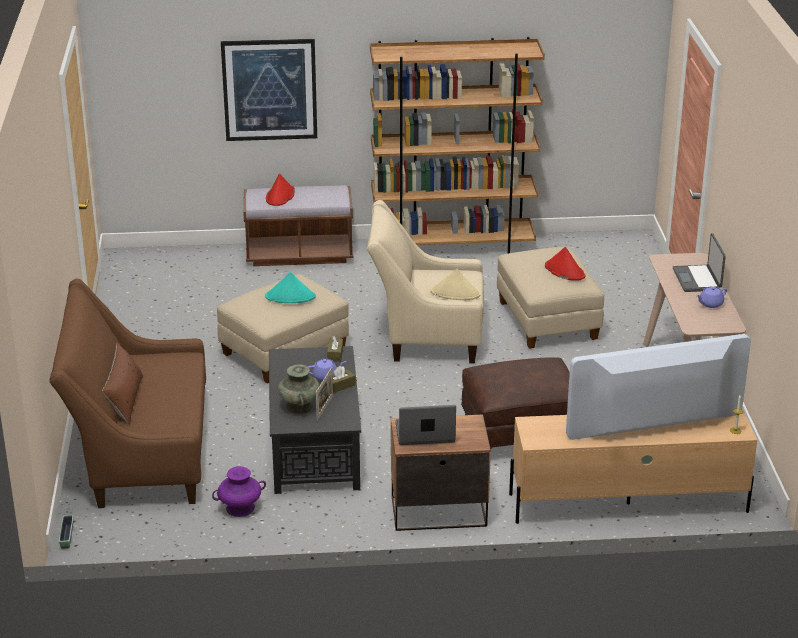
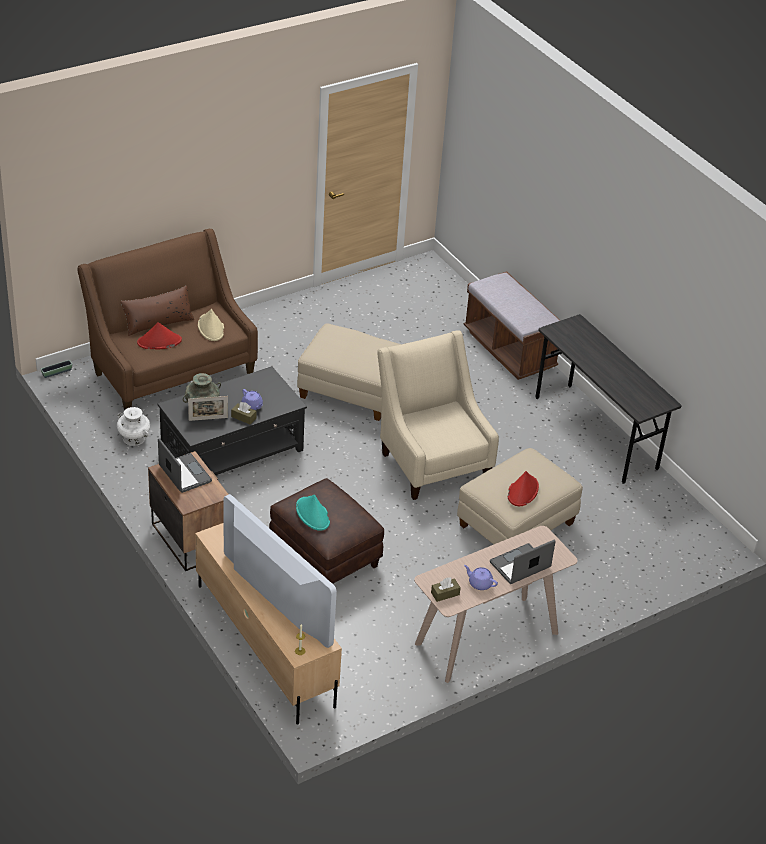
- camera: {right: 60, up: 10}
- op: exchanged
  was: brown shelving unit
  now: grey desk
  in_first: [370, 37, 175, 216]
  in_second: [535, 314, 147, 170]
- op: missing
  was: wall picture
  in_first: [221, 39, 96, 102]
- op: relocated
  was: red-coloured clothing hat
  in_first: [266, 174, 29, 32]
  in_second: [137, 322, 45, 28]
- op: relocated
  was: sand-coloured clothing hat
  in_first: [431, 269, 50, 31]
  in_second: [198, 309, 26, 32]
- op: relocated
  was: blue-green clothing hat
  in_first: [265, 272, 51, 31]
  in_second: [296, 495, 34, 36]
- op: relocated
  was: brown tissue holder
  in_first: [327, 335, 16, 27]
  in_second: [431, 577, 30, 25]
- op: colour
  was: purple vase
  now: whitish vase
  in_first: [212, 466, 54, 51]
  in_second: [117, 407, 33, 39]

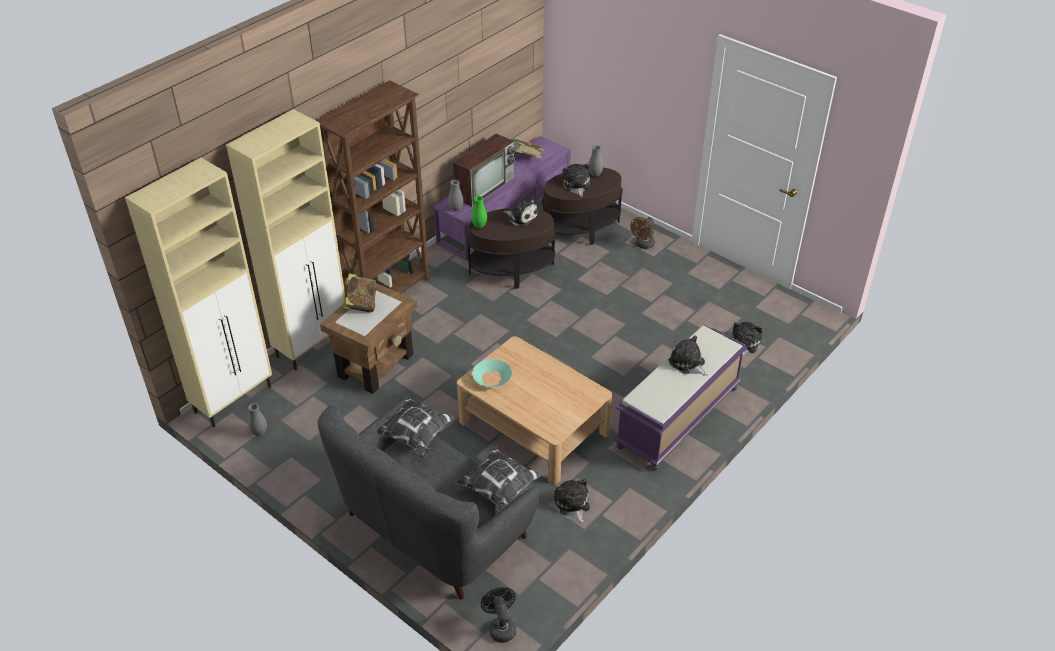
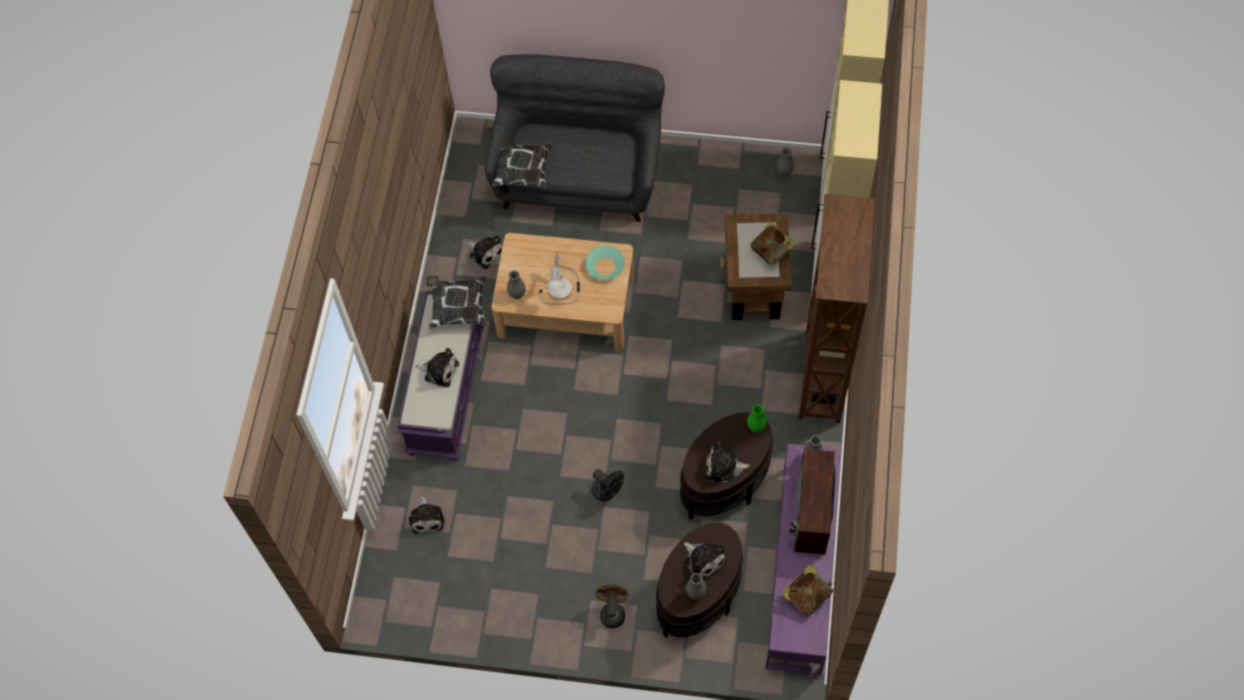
- camera: {right: 150, up: 20}
- op: relocated
  was: cushion
  in_first: [377, 396, 78, 62]
  in_second: [426, 276, 61, 53]
- op: relocated
  was: black electric fan
  in_first: [481, 587, 35, 56]
  in_second: [591, 469, 33, 33]
- op: appeared
  now: lamp for a table
  in_second: [539, 251, 41, 54]
- op: appeared
  now: grey vase
  in_second: [507, 270, 19, 29]

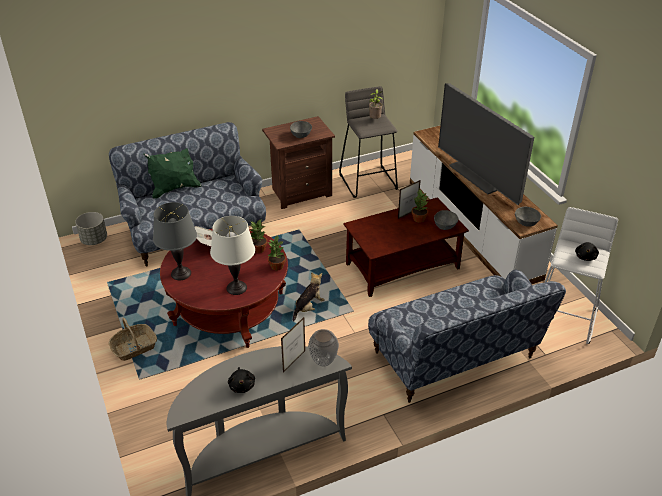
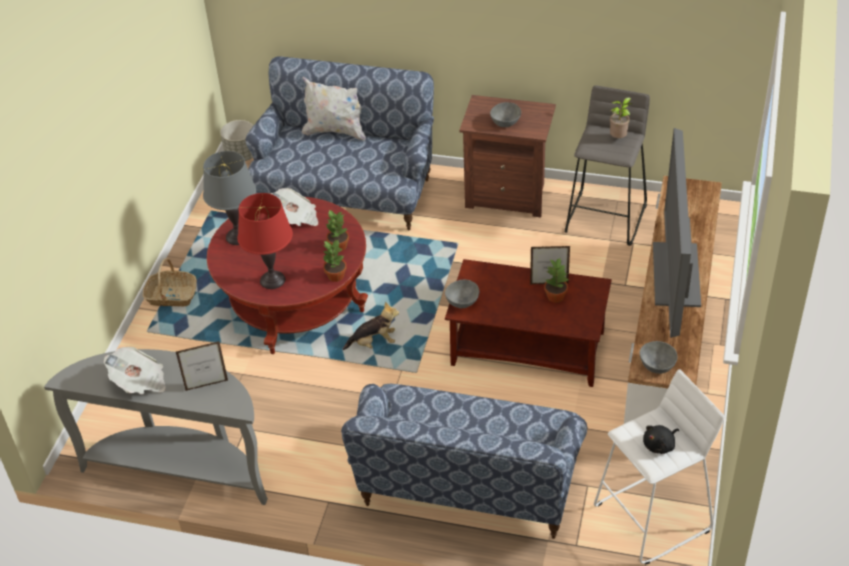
- camera: {right: 40, up: 5}
- op: colour
  was: greenish cushion
  now: whitish cushion
  in_first: [143, 148, 58, 51]
  in_second: [302, 77, 64, 64]
- op: relocated
  was: grey deep dish
  in_first: [434, 210, 24, 20]
  in_second: [445, 280, 34, 28]
- op: colour
  was: whitish lamp for a table
  now: red-coloured lamp for a table
  in_first: [210, 216, 45, 79]
  in_second: [237, 193, 56, 96]
- op: missing
  was: vase
  in_first: [308, 329, 31, 37]
- op: exchanged
  was: black soft toy
  now: printed paper
  in_first: [228, 367, 27, 26]
  in_second: [104, 347, 62, 47]

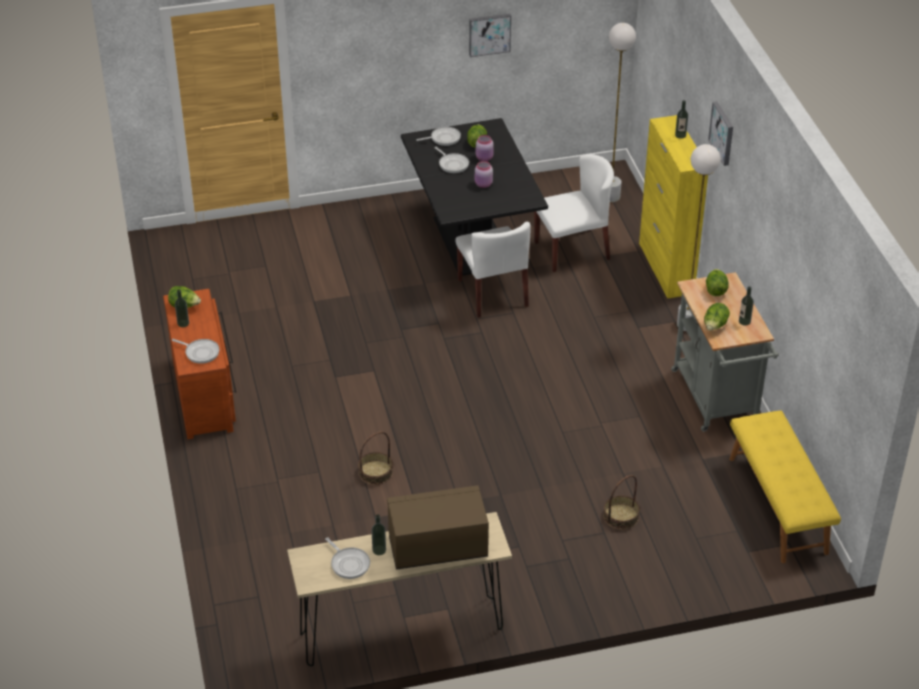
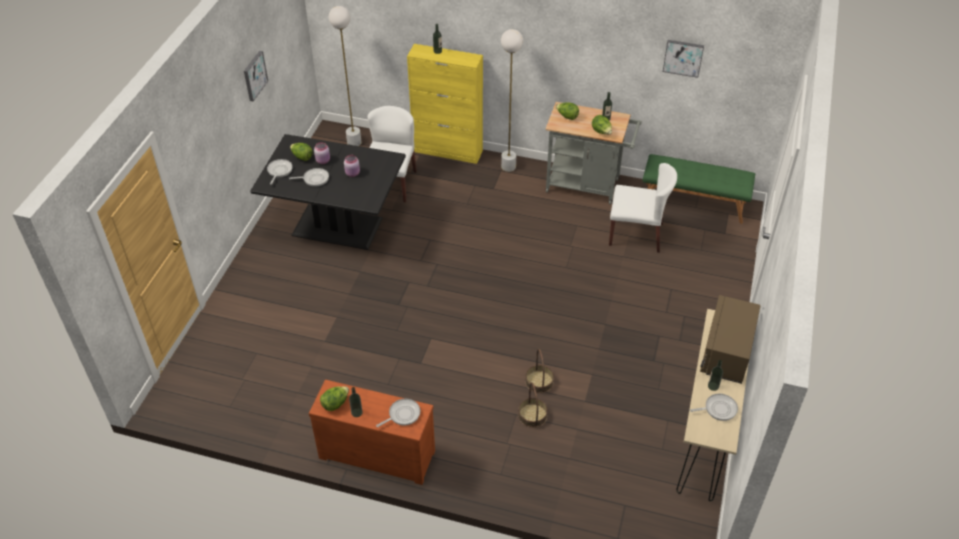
- camera: {right: -60, up: 5}
- op: relocated
  was: wall picture
  in_first: [708, 101, 25, 65]
  in_second: [663, 40, 41, 38]
- op: relocated
  was: whitish chair
  in_first: [455, 222, 75, 96]
  in_second: [609, 163, 68, 90]
- op: colour
  was: yellowish indoor bench
  now: greenish indoor bench
  in_first: [729, 410, 112, 153]
  in_second: [643, 154, 112, 70]
- op: relocated
  was: household basket
  in_first: [603, 475, 37, 55]
  in_second: [518, 382, 30, 46]

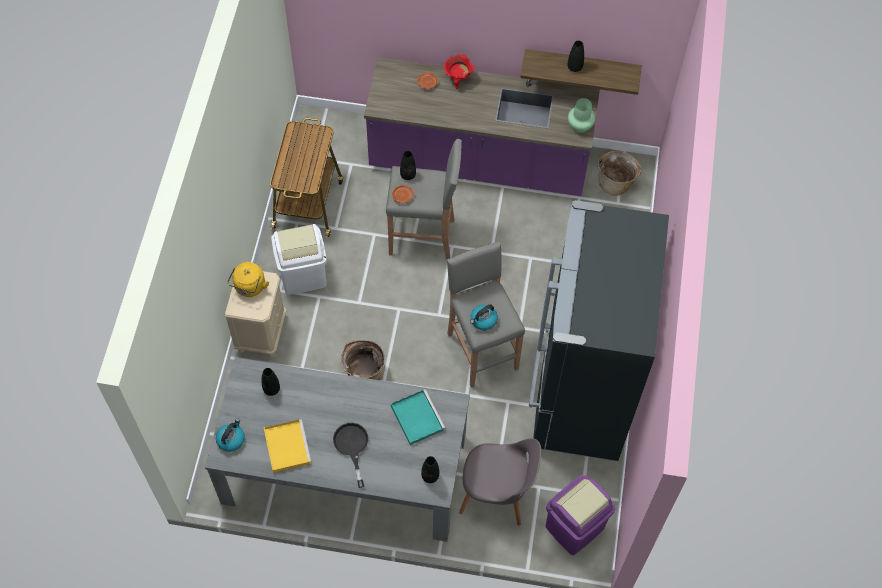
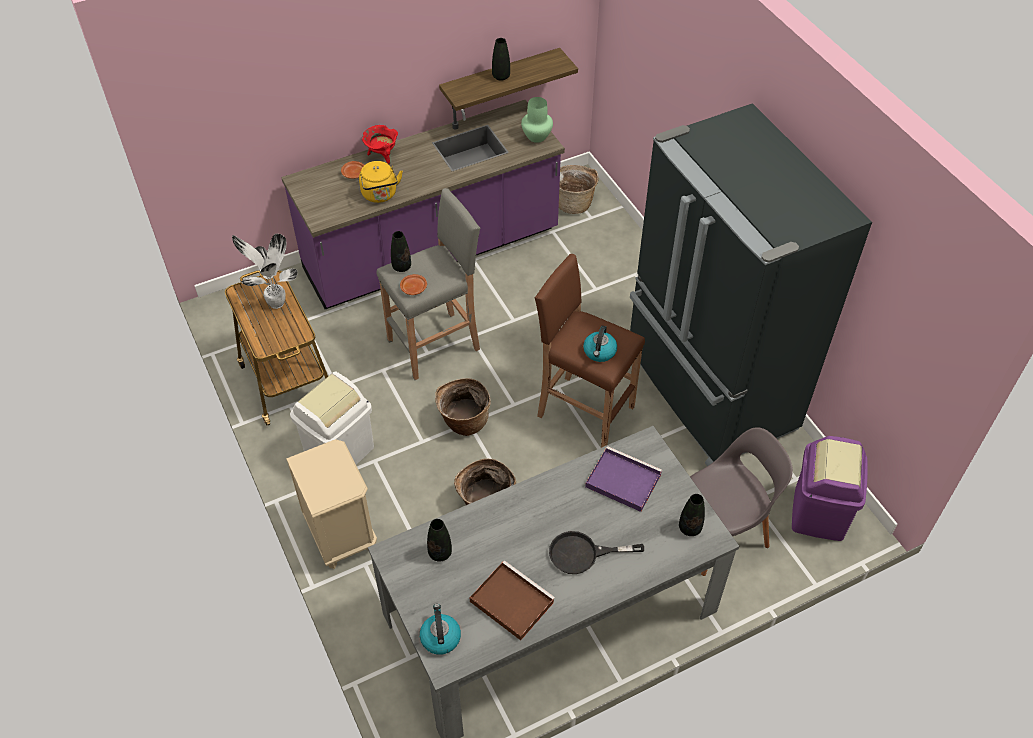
- camera: {right: -35, up: -10}
- op: colour
  was: grey stool
  now: brown stool
  in_first: [447, 241, 78, 146]
  in_second: [535, 254, 110, 194]
- op: relocated
  was: yellowish water kettle
  in_first: [227, 262, 42, 35]
  in_second: [359, 161, 44, 42]
- op: colour
  was: blue-green carrying tray
  now: purple carrying tray
  in_first: [391, 389, 54, 56]
  in_second: [585, 446, 77, 66]
- op: colour
  was: yellowish carrying tray
  now: brown carrying tray
  in_first: [264, 419, 47, 54]
  in_second: [470, 561, 85, 79]
- op: spun
  was: black frying pan
  in_first: [333, 423, 35, 65]
  in_second: [549, 531, 95, 43]
  clockwise: -45
- op: appeared
  now: houseplant
  in_second: [232, 234, 66, 75]
- op: appeared
  now: household basket
  in_second: [435, 378, 56, 58]

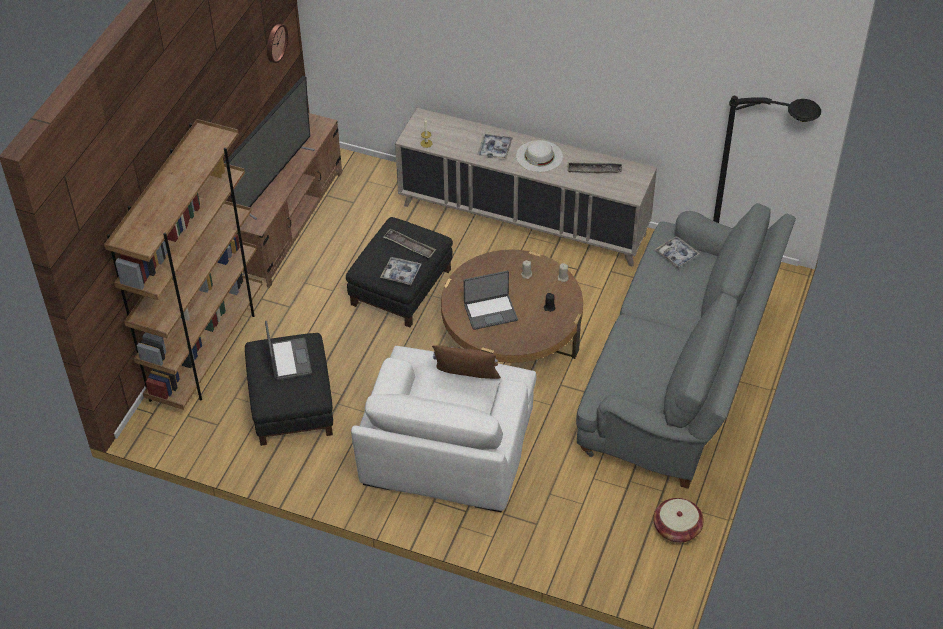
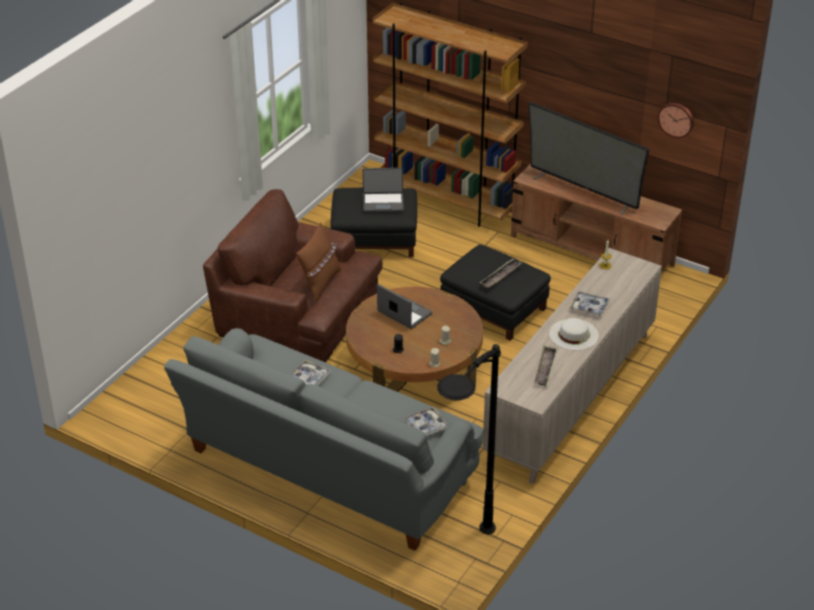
- camera: {right: 100, up: -10}
- op: relocated
  was: carrying tray
  in_first: [380, 257, 42, 28]
  in_second: [290, 360, 41, 25]
- op: spun
  was: laptop
  in_first: [464, 271, 54, 59]
  in_second: [377, 284, 55, 45]
  clockwise: 135
- op: colour
  was: whitish easy chair
  now: brown easy chair
  in_first: [351, 346, 185, 167]
  in_second: [203, 189, 180, 173]
- op: missing
  was: household basket
  in_first: [653, 498, 51, 45]

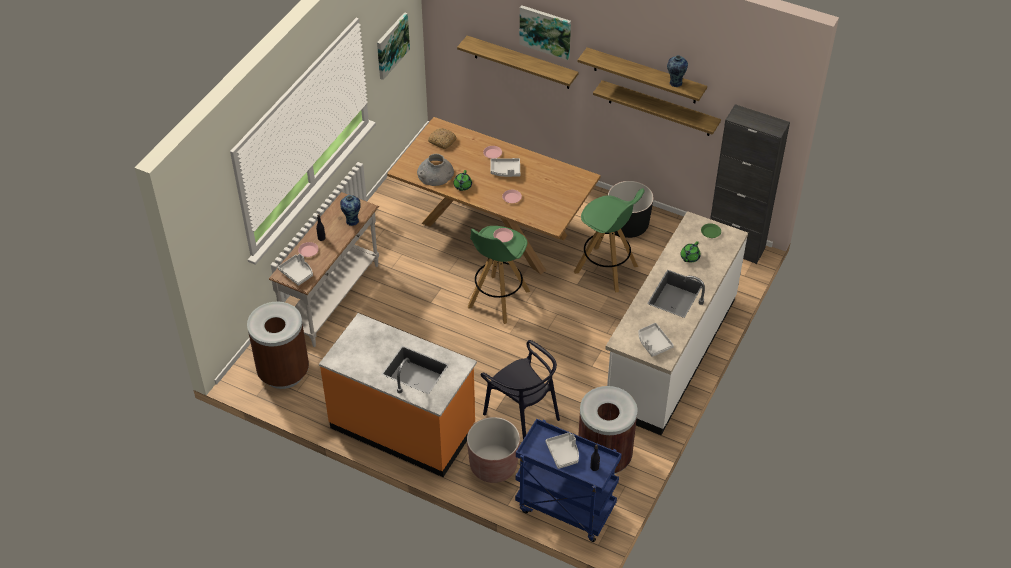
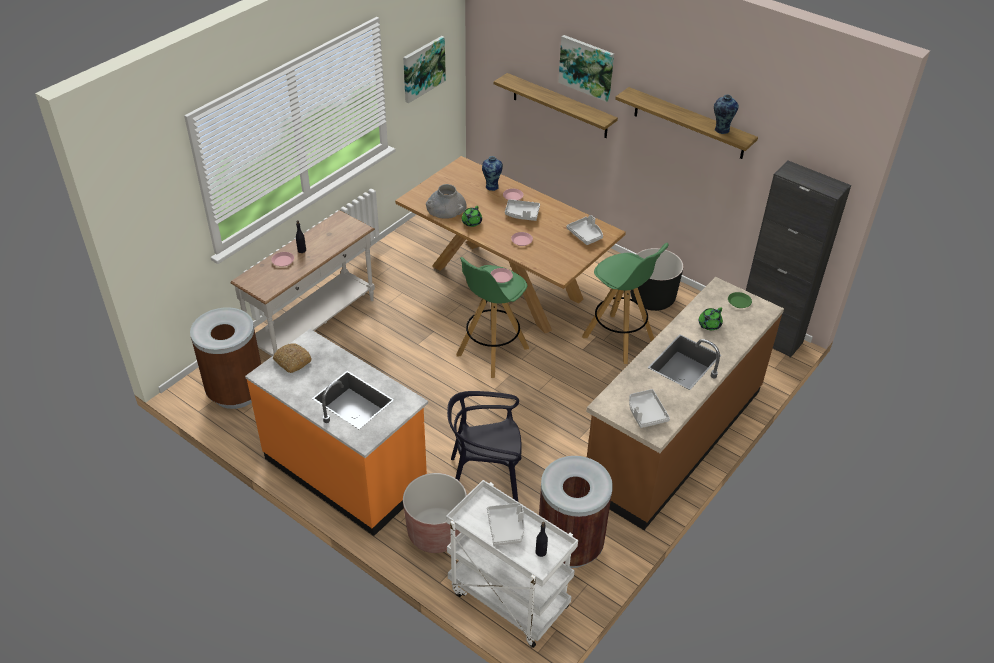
- camera: {right: 10, up: -5}
- op: missing
  was: bracket shelf
  in_first: [593, 80, 128, 56]
- op: relocated
  was: bakery bread
  in_first: [428, 128, 29, 21]
  in_second: [273, 343, 39, 30]
- op: relocated
  was: vase
  in_first: [340, 195, 20, 31]
  in_second: [482, 156, 21, 35]
- op: colour
  was: whitish kitchen base unit
  now: brown kitchen base unit
  in_first: [605, 211, 143, 224]
  in_second: [586, 277, 198, 253]
- op: relocated
  was: grey carrying tray
  in_first: [278, 254, 35, 32]
  in_second: [567, 215, 36, 30]
- op: spun
  was: black chair
  in_first: [481, 340, 79, 100]
  in_second: [447, 391, 75, 111]
  clockwise: 120
- op: colour
  was: blue-coloured cart
  now: whitish cart
  in_first: [515, 419, 107, 123]
  in_second: [446, 480, 132, 168]

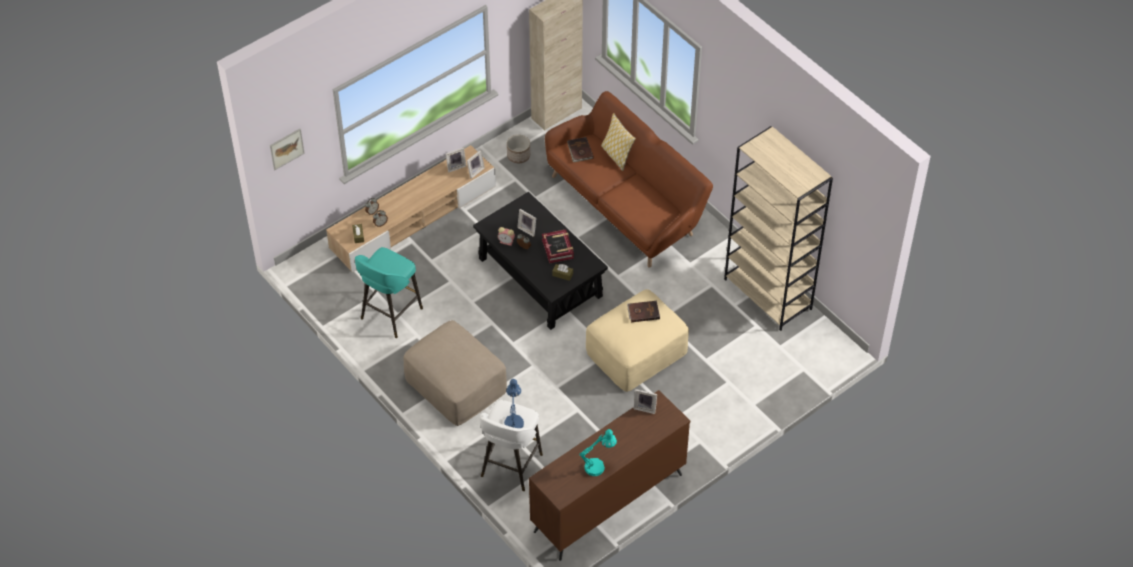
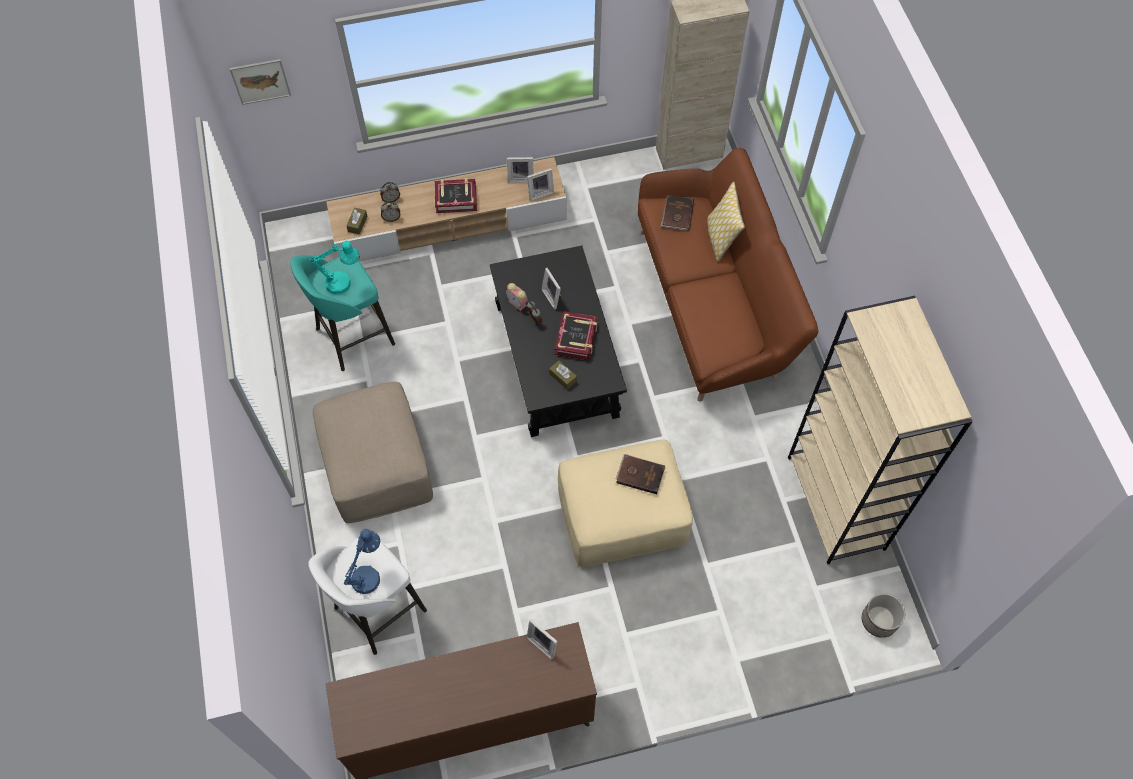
- camera: {right: 25, up: 10}
- op: relocated
  was: plant pot
  in_first: [507, 135, 23, 28]
  in_second: [862, 593, 43, 45]
- op: relocated
  was: blue-green lamp for a table
  in_first: [579, 429, 38, 47]
  in_second: [309, 241, 51, 53]
- op: appeared
  now: book
  in_second: [435, 178, 42, 35]

